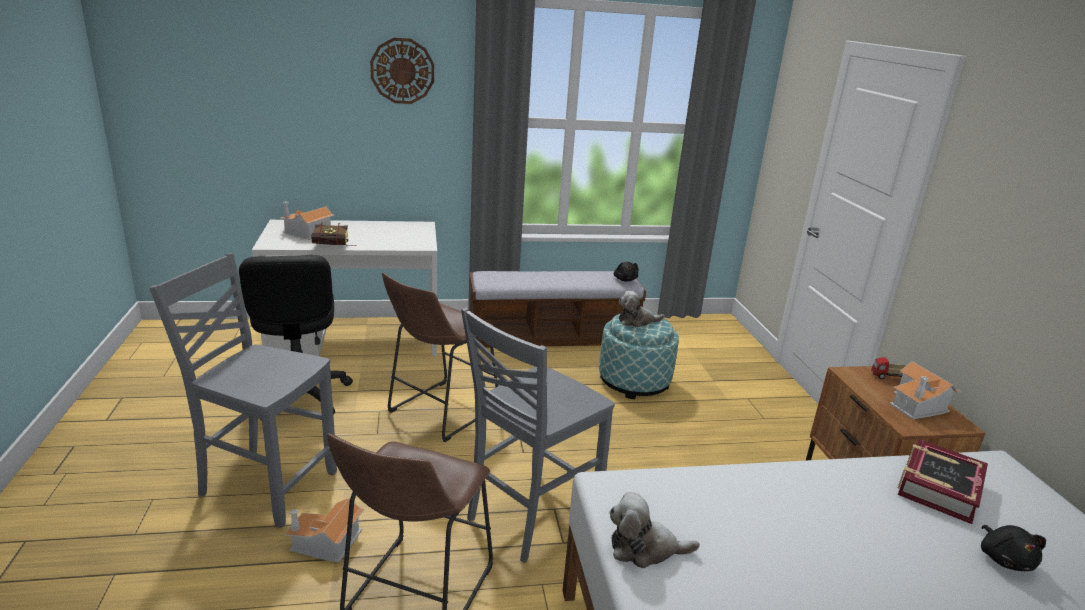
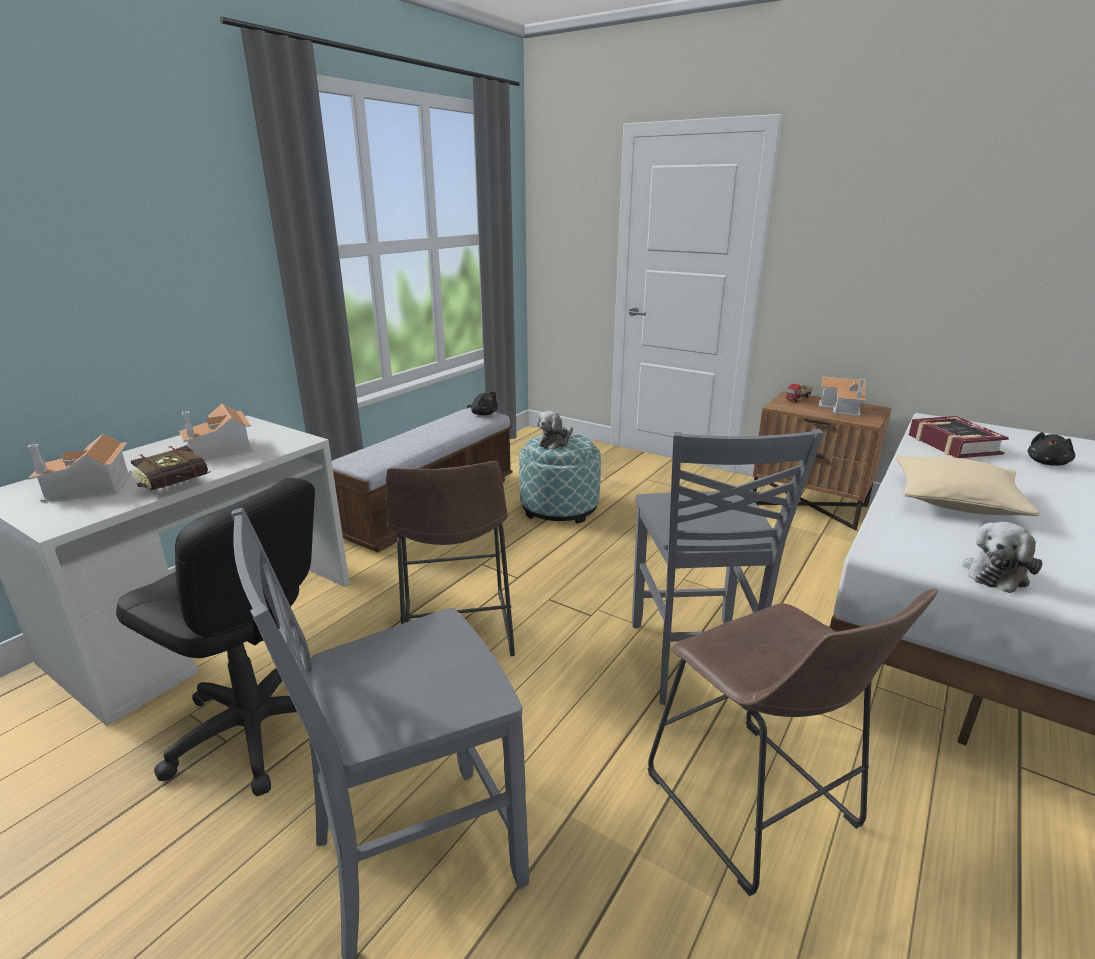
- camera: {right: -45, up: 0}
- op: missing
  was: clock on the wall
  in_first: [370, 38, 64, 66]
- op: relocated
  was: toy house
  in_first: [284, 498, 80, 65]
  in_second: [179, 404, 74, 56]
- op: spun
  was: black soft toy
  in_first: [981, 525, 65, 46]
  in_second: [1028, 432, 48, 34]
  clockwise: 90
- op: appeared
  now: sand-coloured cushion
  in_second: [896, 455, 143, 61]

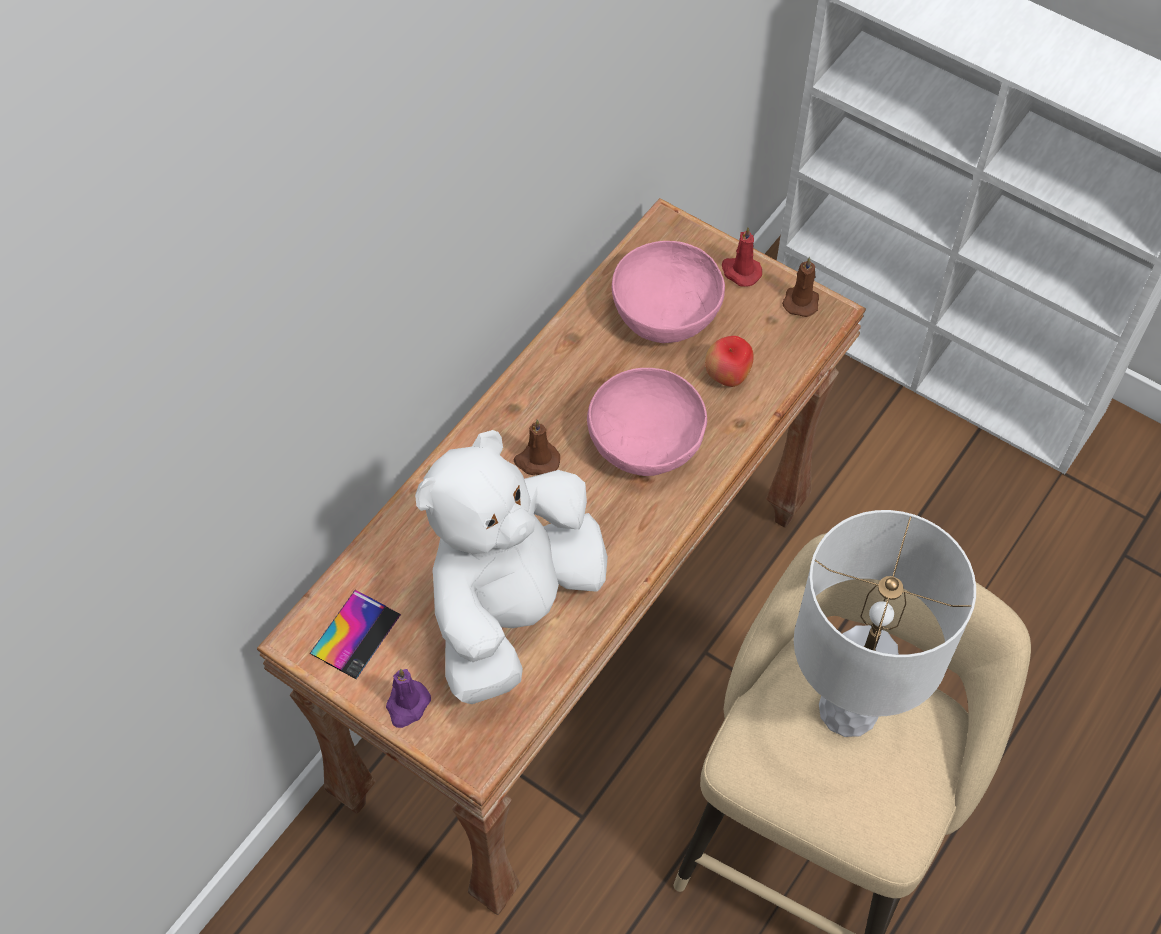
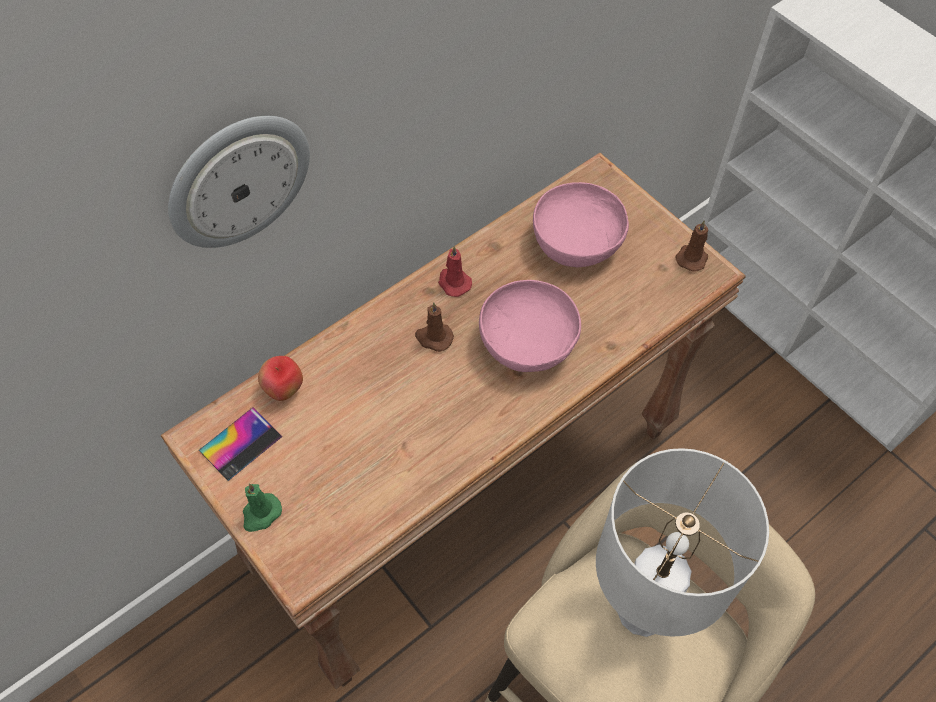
- camera: {right: 15, up: 0}
- op: relocated
  was: red-coloured wax light
  in_first: [722, 227, 40, 60]
  in_second: [438, 246, 34, 51]
- op: relocated
  was: whole apple
  in_first: [705, 336, 49, 51]
  in_second: [258, 356, 45, 45]
- op: missing
  was: whitish soft toy
  in_first: [415, 430, 193, 274]
- op: colour
  was: purple wax light
  now: greenish wax light
  in_first: [386, 669, 45, 59]
  in_second: [243, 483, 39, 49]
- op: appeared
  now: clock on the wall
  in_second: [168, 116, 142, 132]

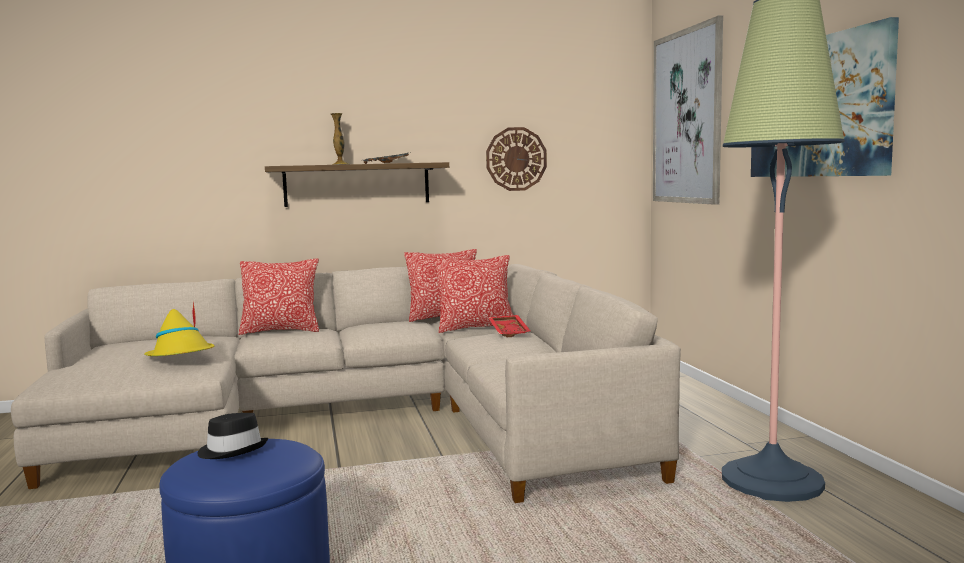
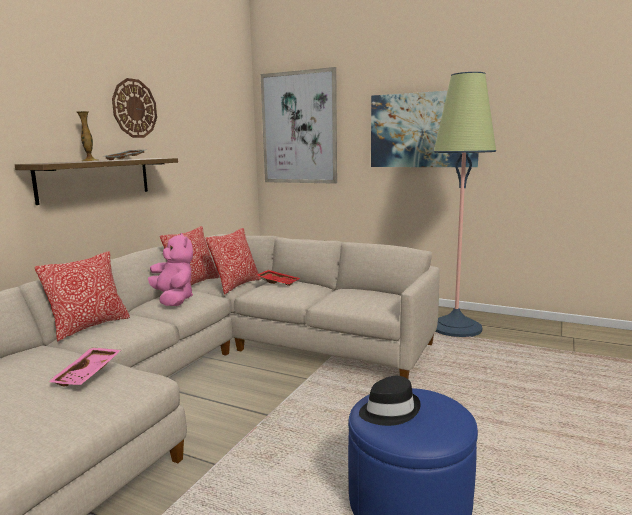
- camera: {right: -50, up: 5}
- op: relocated
  was: clock on the wall
  in_first: [486, 127, 61, 64]
  in_second: [112, 78, 45, 60]
- op: exchanged
  was: yellowish clothing hat
  now: pink-coloured carrying tray
  in_first: [144, 302, 71, 54]
  in_second: [48, 348, 73, 38]
- op: appeared
  now: pink-coloured soft toy
  in_second: [148, 233, 45, 73]

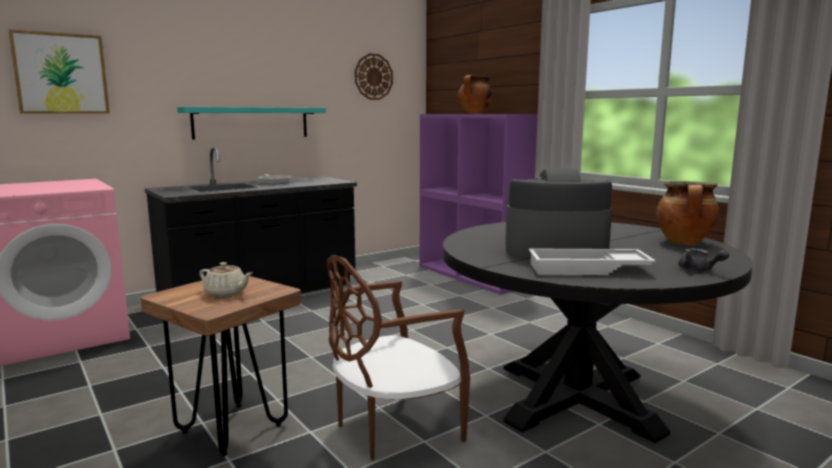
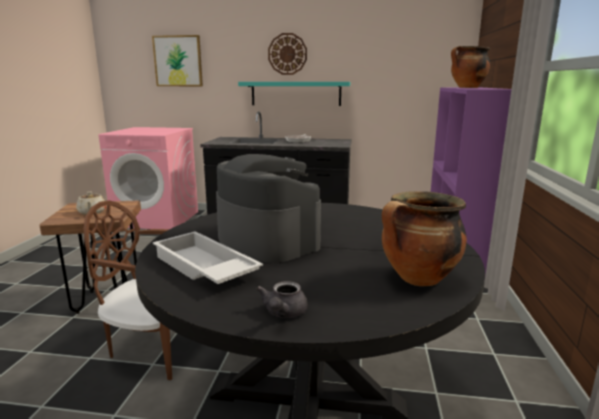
- camera: {right: 45, up: 5}
- op: relocated
  was: clock on the wall
  in_first: [355, 53, 38, 47]
  in_second: [268, 33, 39, 42]

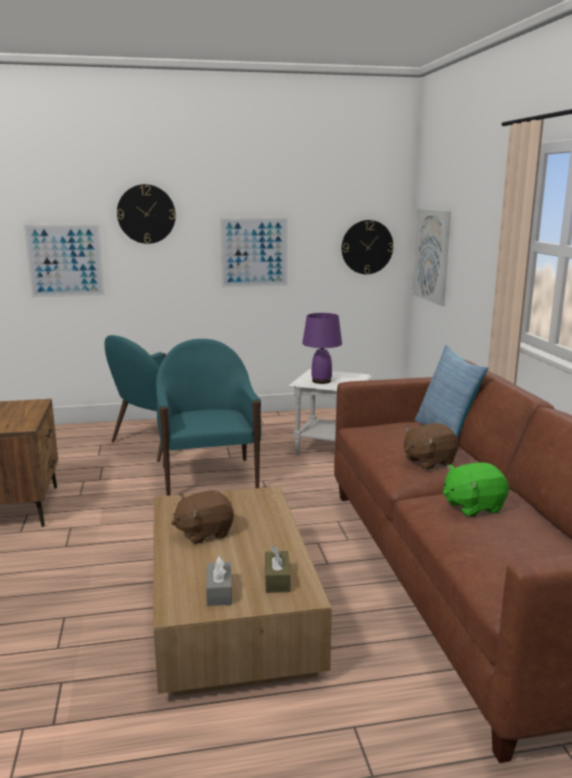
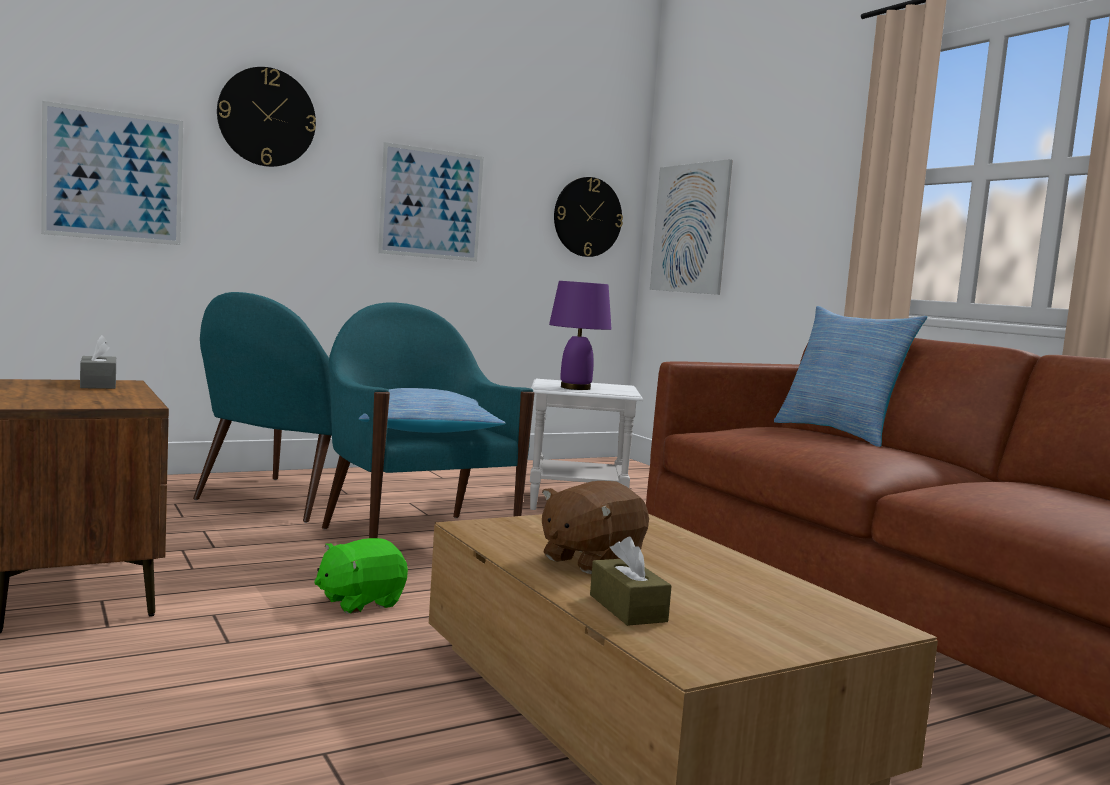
- camera: {right: -20, up: -10}
- op: missing
  was: brown soft toy
  in_first: [404, 423, 55, 47]
- op: relocated
  was: greenish soft toy
  in_first: [443, 463, 66, 54]
  in_second: [314, 538, 94, 76]
- op: relocated
  was: brown tissue holder
  in_first: [265, 545, 25, 48]
  in_second: [590, 537, 82, 89]
- op: relocated
  was: grey tissue holder
  in_first: [206, 556, 26, 50]
  in_second: [80, 335, 36, 54]
- op: appeared
  now: cushion
  in_second: [359, 388, 146, 45]

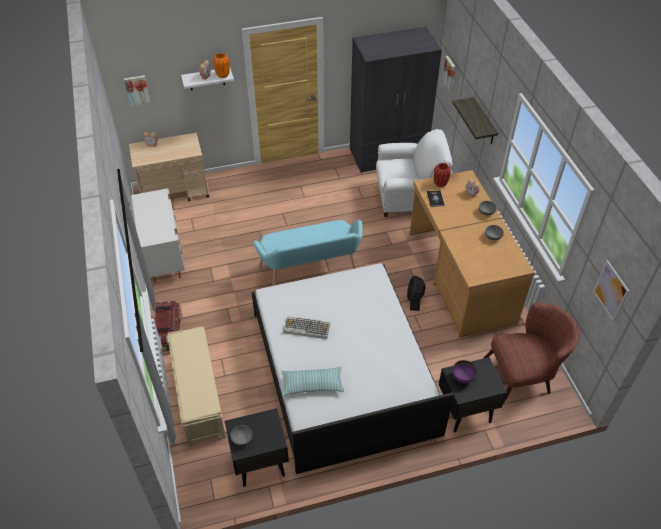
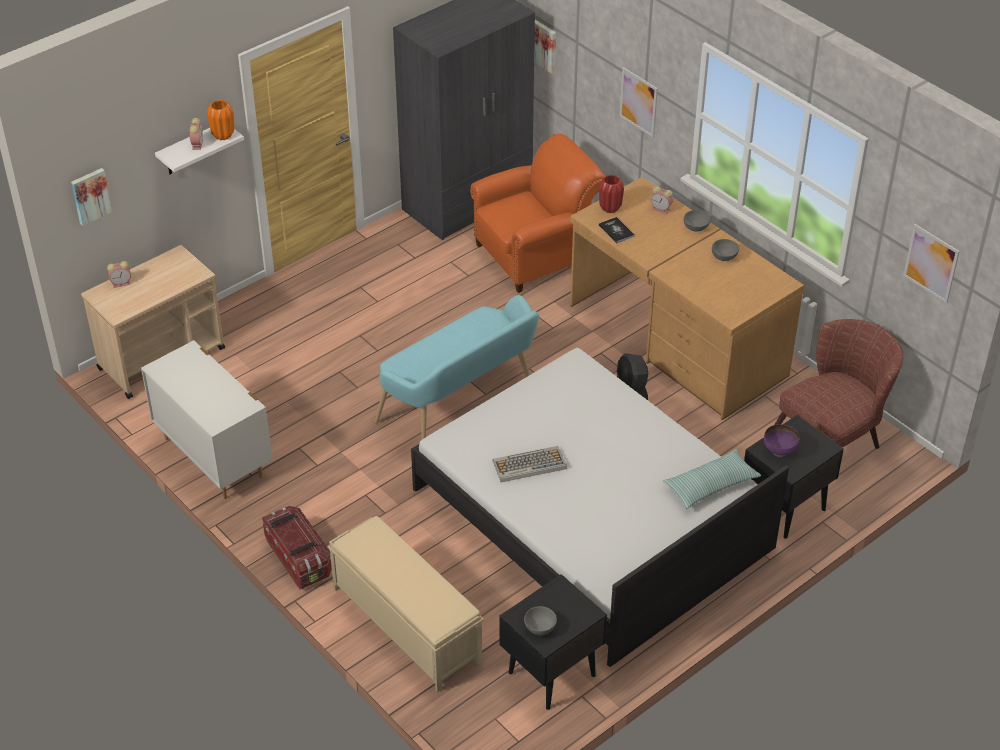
- camera: {right: -25, up: -5}
- op: exchanged
  was: bracket shelf
  now: wall picture
  in_first: [452, 97, 46, 48]
  in_second: [620, 67, 38, 70]
- op: colour
  was: whitish easy chair
  now: orange easy chair
  in_first: [376, 129, 77, 88]
  in_second: [470, 134, 135, 159]
- op: relocated
  was: cushion
  in_first: [281, 367, 63, 29]
  in_second: [663, 449, 98, 60]

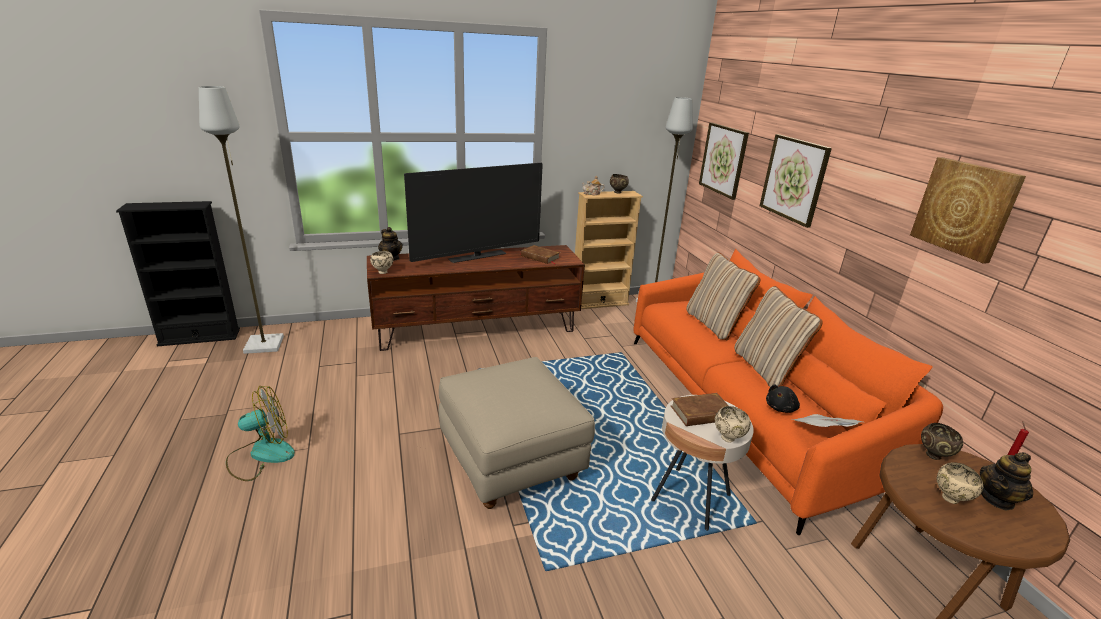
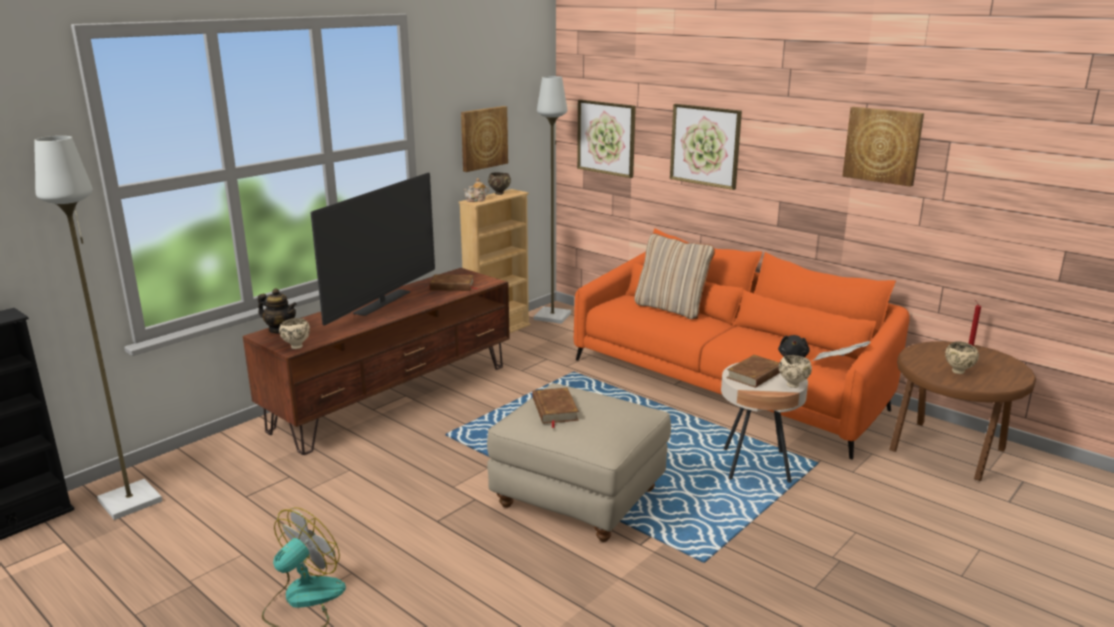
- camera: {right: -30, up: -5}
- op: missing
  was: sand-coloured cushion
  in_first: [735, 286, 88, 101]
- op: missing
  was: brown deep dish
  in_first: [921, 423, 42, 37]
- op: missing
  was: teapot
  in_first: [980, 452, 53, 59]
- op: appeared
  now: wall picture
  in_second: [461, 106, 47, 66]
- op: appeared
  now: brown book
  in_second: [532, 388, 47, 40]

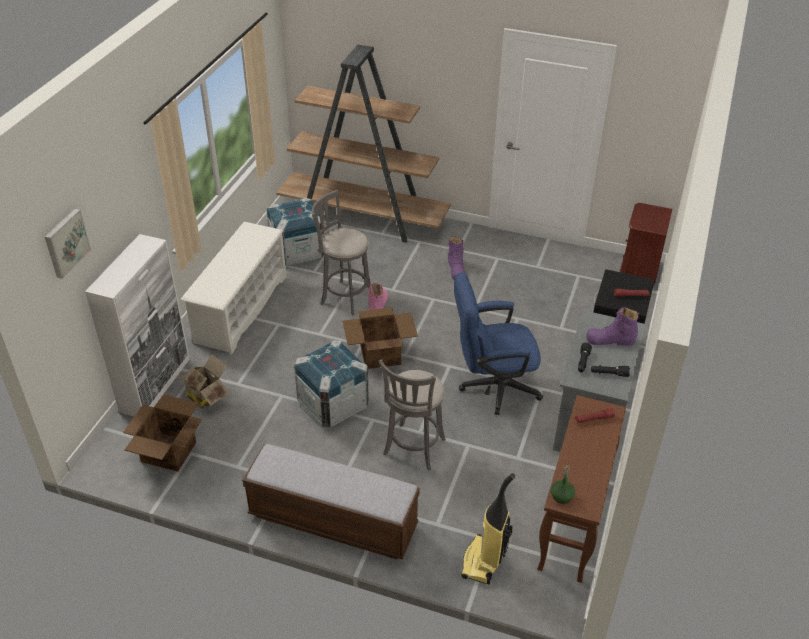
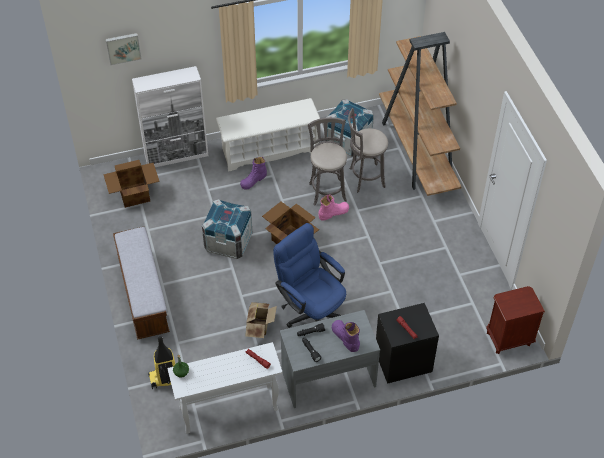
- camera: {right: 55, up: 10}
- op: relocated
  was: purple high-top boot
  in_first: [448, 236, 18, 44]
  in_second: [240, 157, 27, 33]
- op: relocated
  was: packing box
  in_first: [176, 355, 54, 55]
  in_second: [245, 302, 32, 36]
- op: relocated
  was: grey stool
  in_first: [379, 359, 67, 111]
  in_second: [348, 108, 40, 85]
- op: colour
  was: brown console table
  now: whitish console table
  in_first: [537, 395, 89, 188]
  in_second: [167, 342, 116, 92]

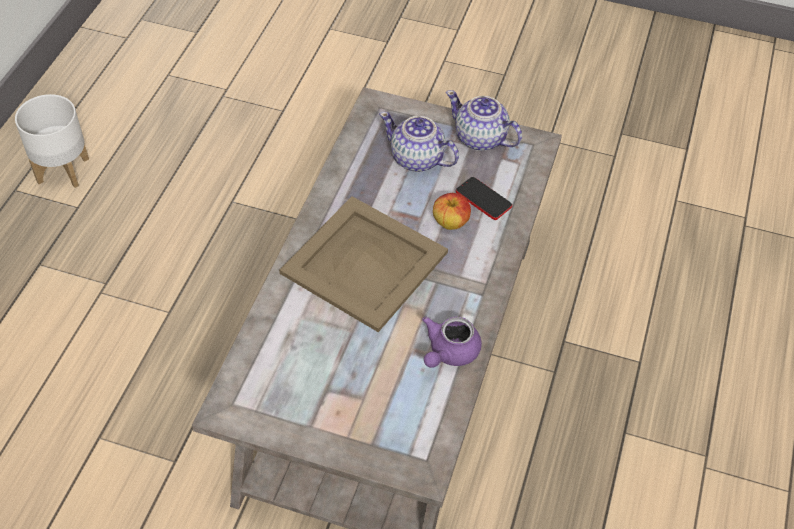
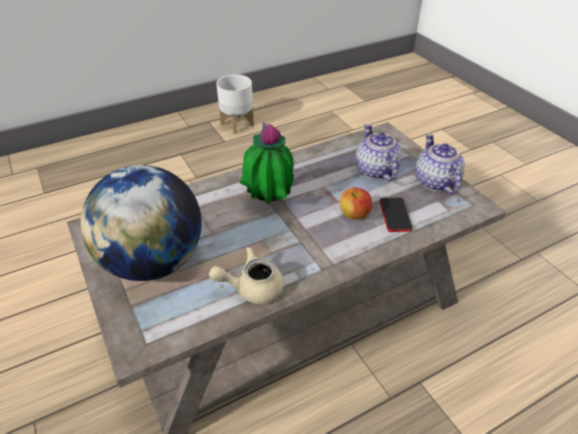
- camera: {right: 45, up: -10}
- op: exchanged
  was: sand-coloured carrying tray
  now: houseplant
  in_first: [279, 196, 169, 136]
  in_second: [239, 122, 55, 82]
- op: colour
  was: purple teapot
  now: sand-coloured teapot
  in_first: [422, 317, 60, 51]
  in_second: [209, 247, 75, 57]
- op: appeared
  now: globe
  in_second: [80, 165, 122, 116]

